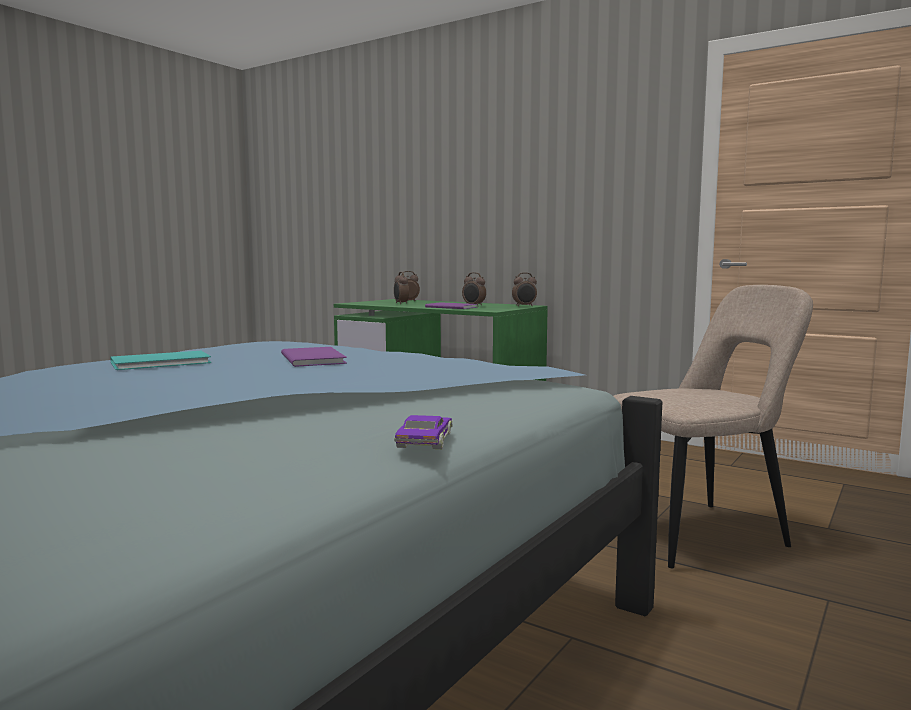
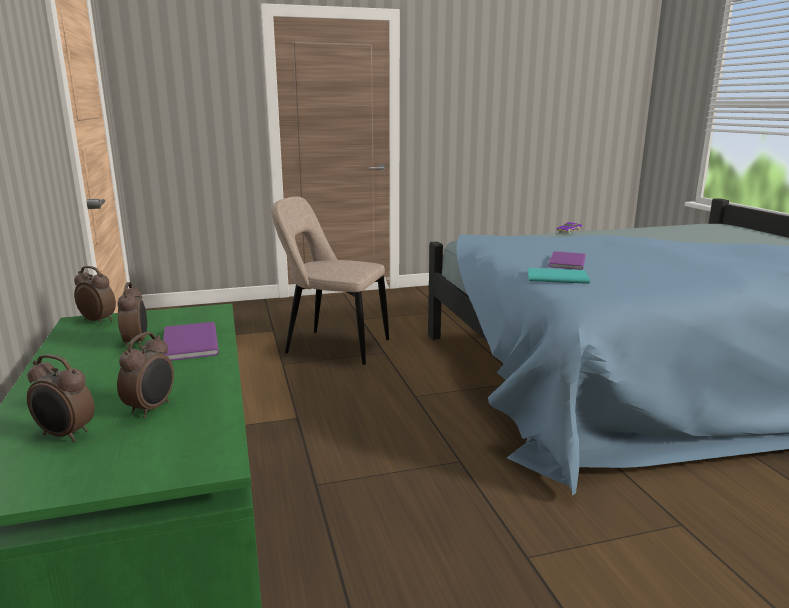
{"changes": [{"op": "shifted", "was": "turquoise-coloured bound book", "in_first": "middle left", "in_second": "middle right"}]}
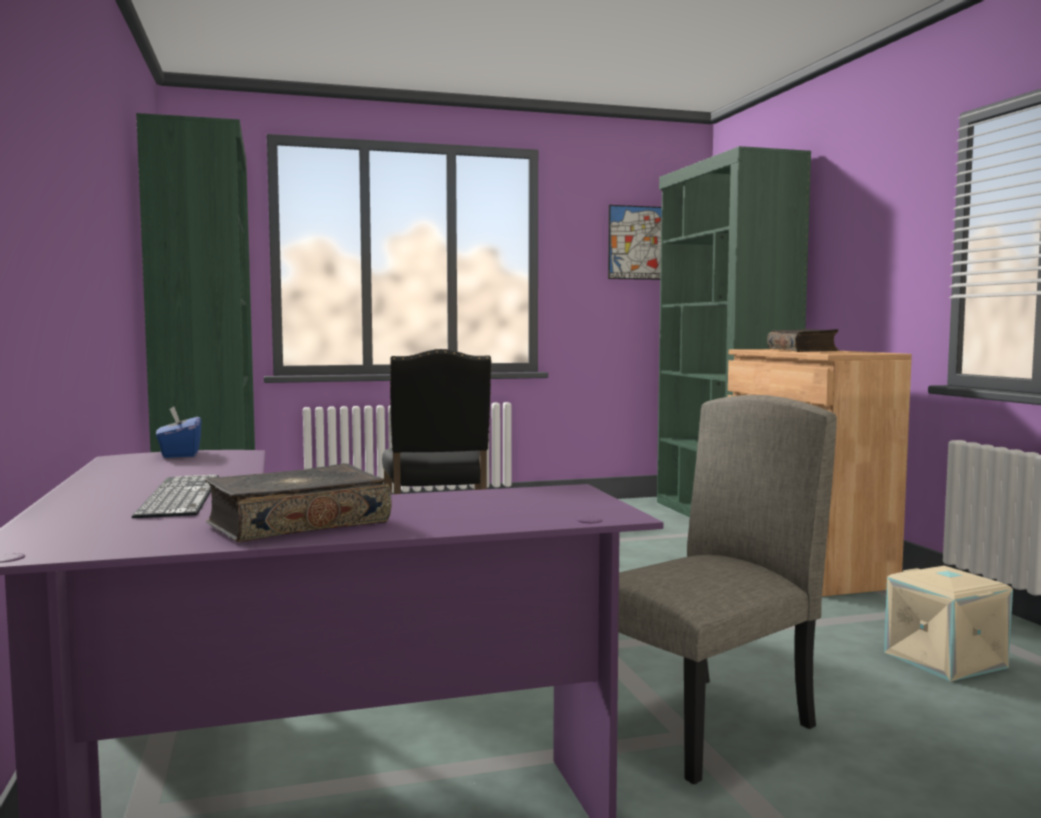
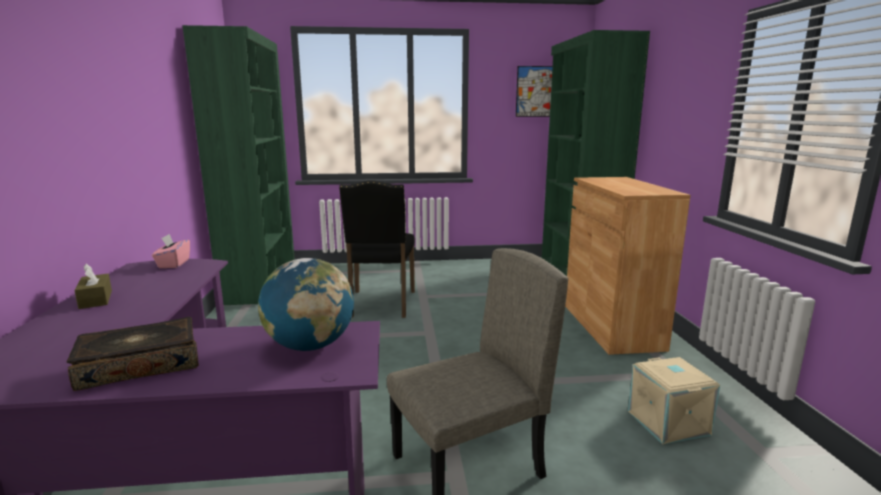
{"changes": [{"op": "new", "now": "brownish tissue box", "in_second": "middle left"}, {"op": "repainted", "was": "blue-coloured tissue box", "now": "pink-coloured tissue box", "in_first": "middle left", "in_second": "middle left"}, {"op": "new", "now": "world globe", "in_second": "centre"}, {"op": "gone", "was": "keyboard", "in_first": "middle left"}, {"op": "gone", "was": "bound book (no. 2 from left)", "in_first": "middle right"}]}
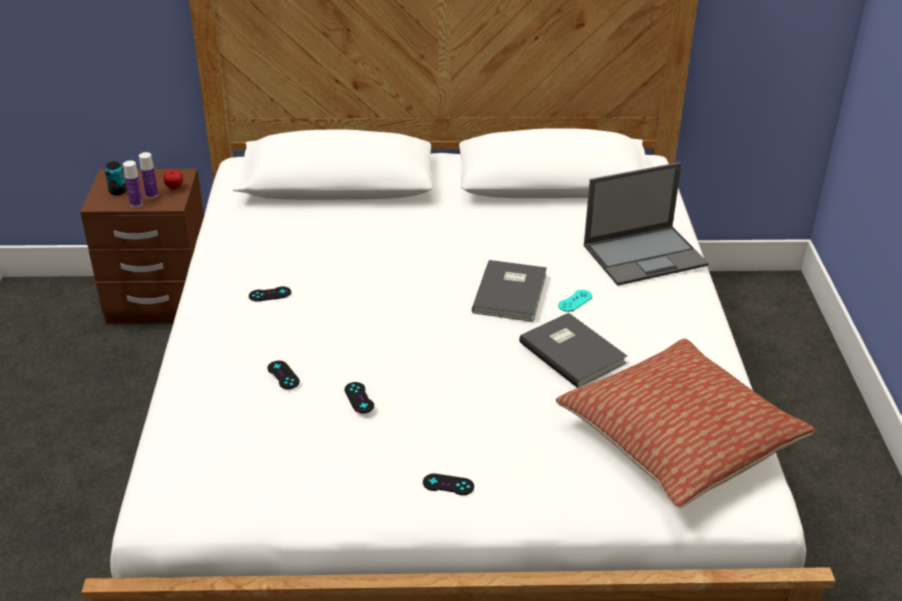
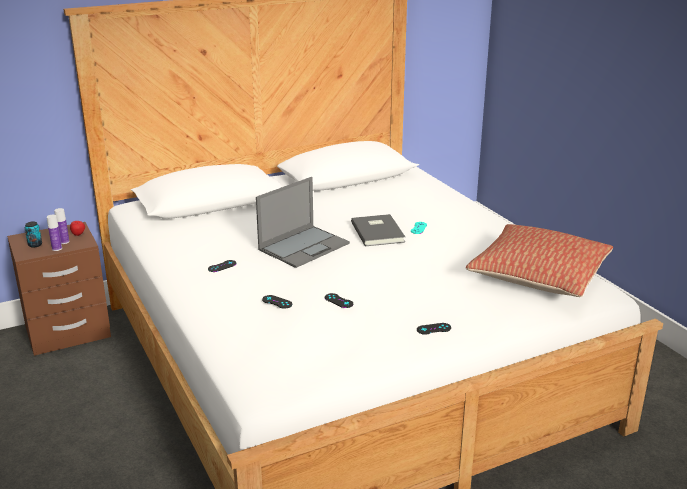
{"changes": [{"op": "shifted", "was": "portable computer", "in_first": "middle right", "in_second": "centre"}, {"op": "gone", "was": "greyish bound book (no. 2 from left)", "in_first": "centre"}]}
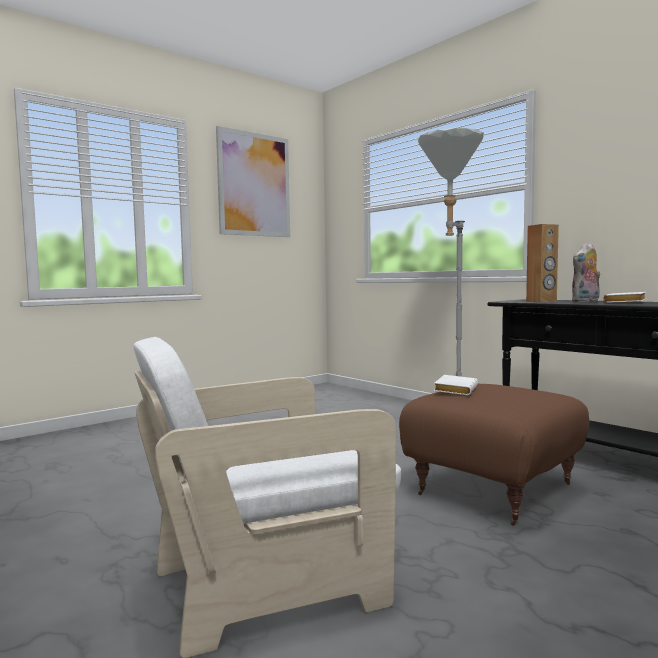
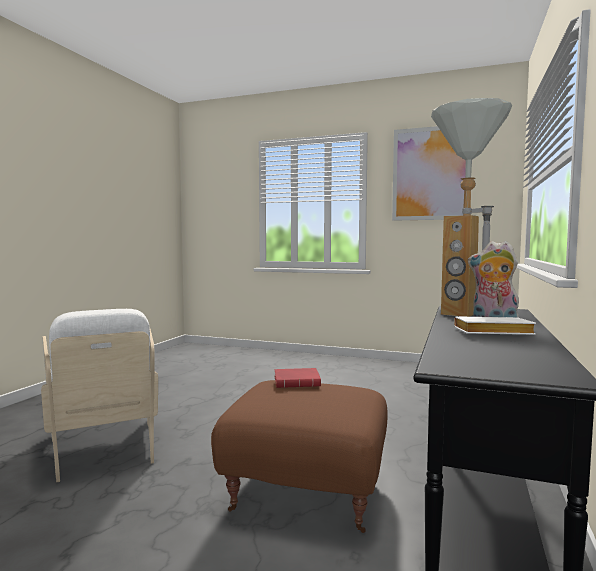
{"changes": [{"op": "rotated", "was": "white-coloured armchair", "in_first": "bottom centre", "in_second": "bottom left", "clockwise": -150}, {"op": "repainted", "was": "white-coloured bound book (no. 1 from left)", "now": "red bound book", "in_first": "middle right", "in_second": "centre"}]}
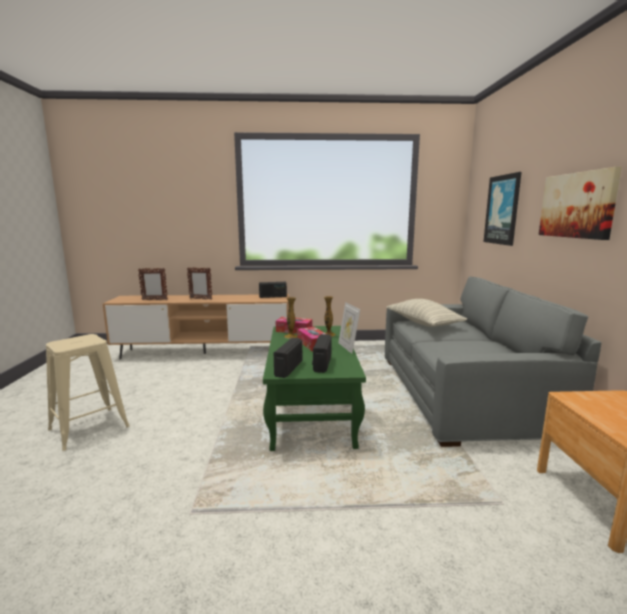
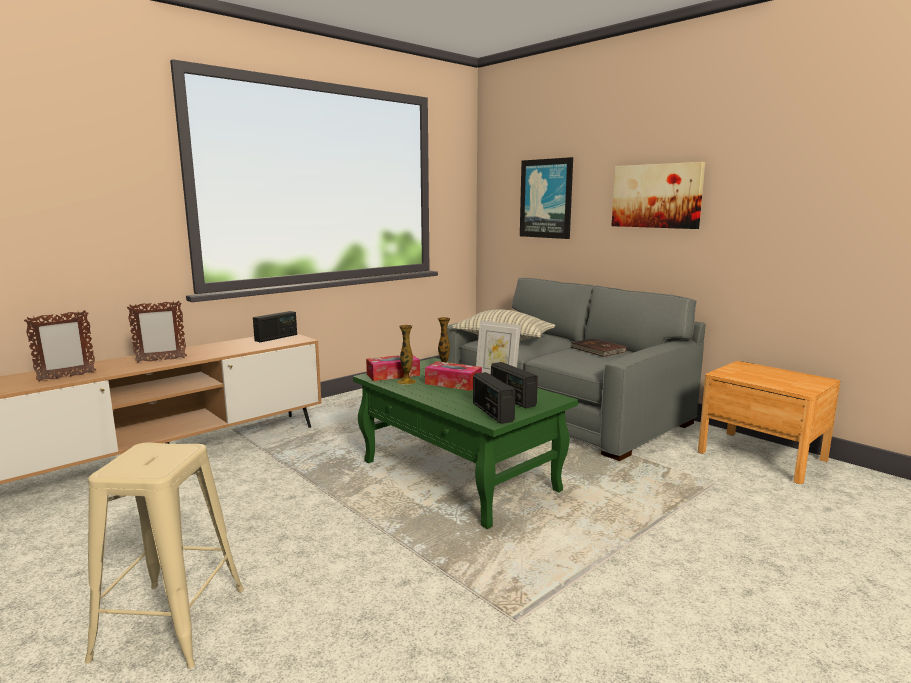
{"changes": [{"op": "new", "now": "brownish bound book", "in_second": "centre"}]}
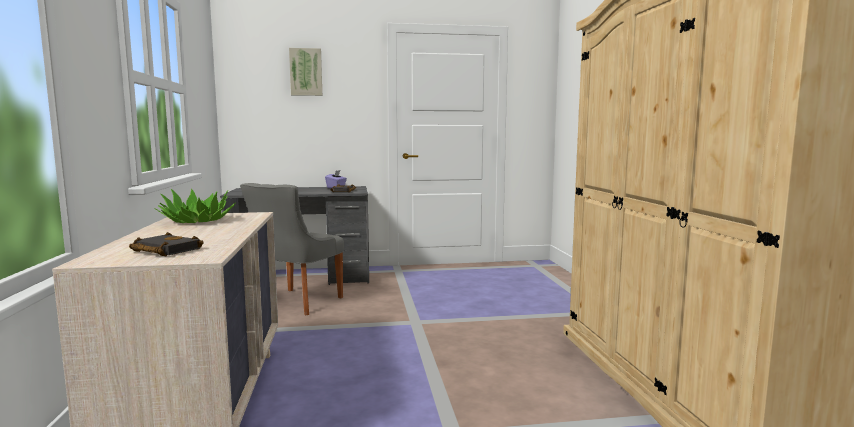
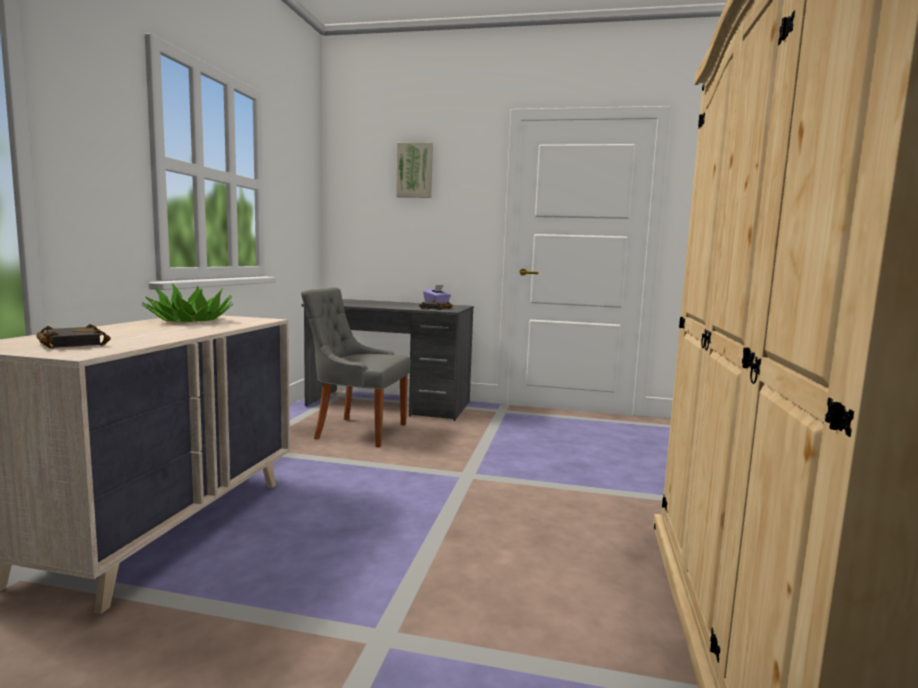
{"changes": [{"op": "rotated", "was": "greyish plain chair", "in_first": "centre", "in_second": "centre", "clockwise": 60}]}
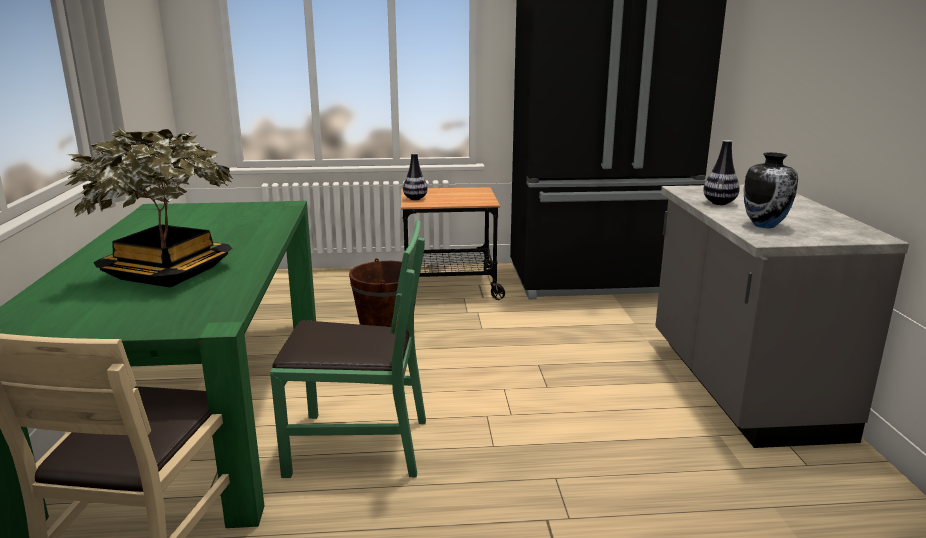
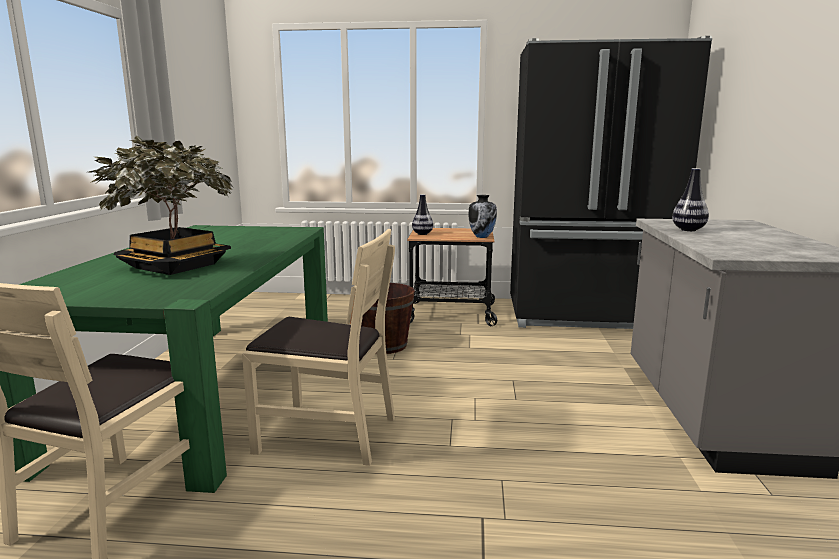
{"changes": [{"op": "repainted", "was": "green-coloured plain chair", "now": "sand-coloured plain chair (no. 2 from left)", "in_first": "centre", "in_second": "centre"}, {"op": "shifted", "was": "vase (no. 3 from left in the first image)", "now": "vase (no. 2 from left)", "in_first": "middle right", "in_second": "centre"}]}
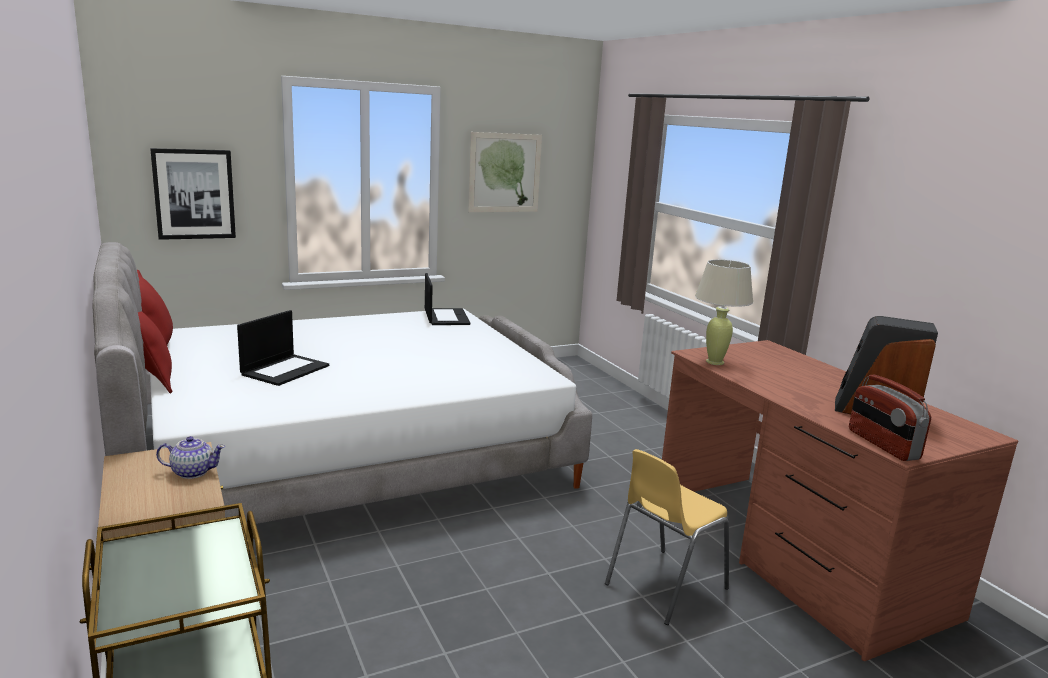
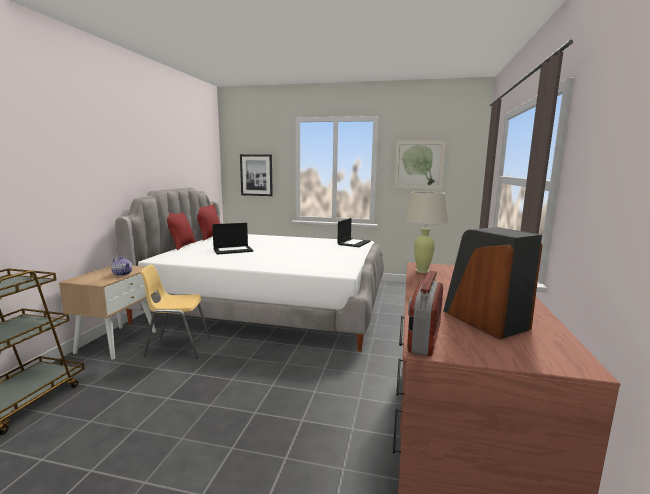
{"changes": [{"op": "shifted", "was": "yellow-coloured plain chair", "in_first": "bottom centre", "in_second": "middle left"}]}
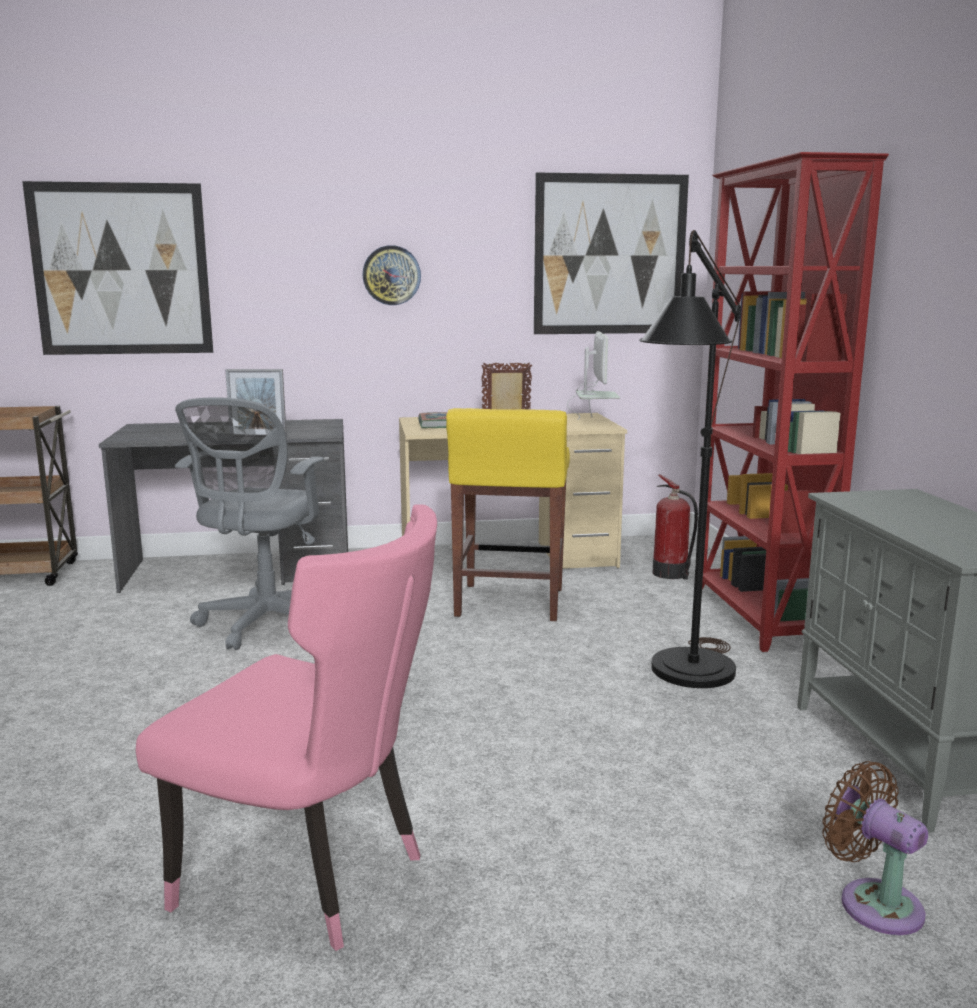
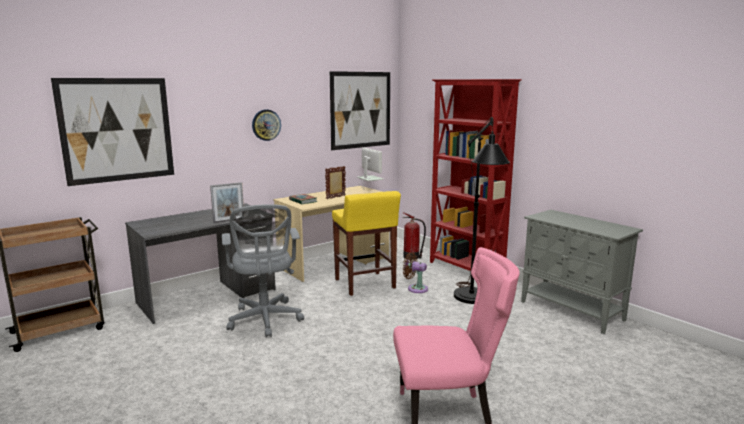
{"changes": [{"op": "shifted", "was": "brownish fan", "in_first": "bottom right", "in_second": "centre"}]}
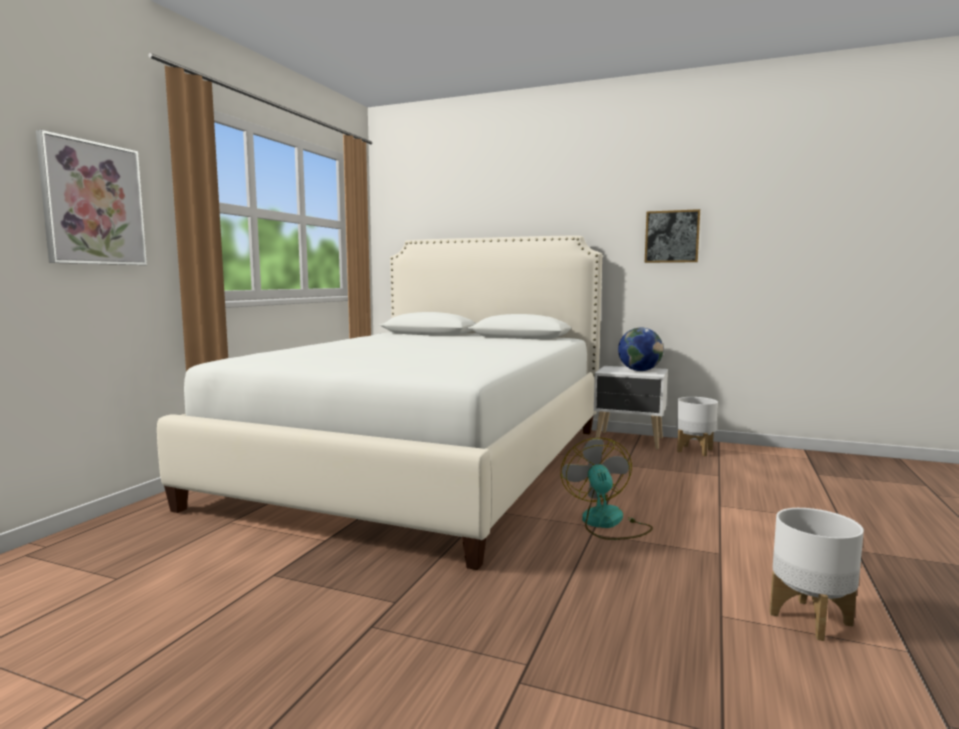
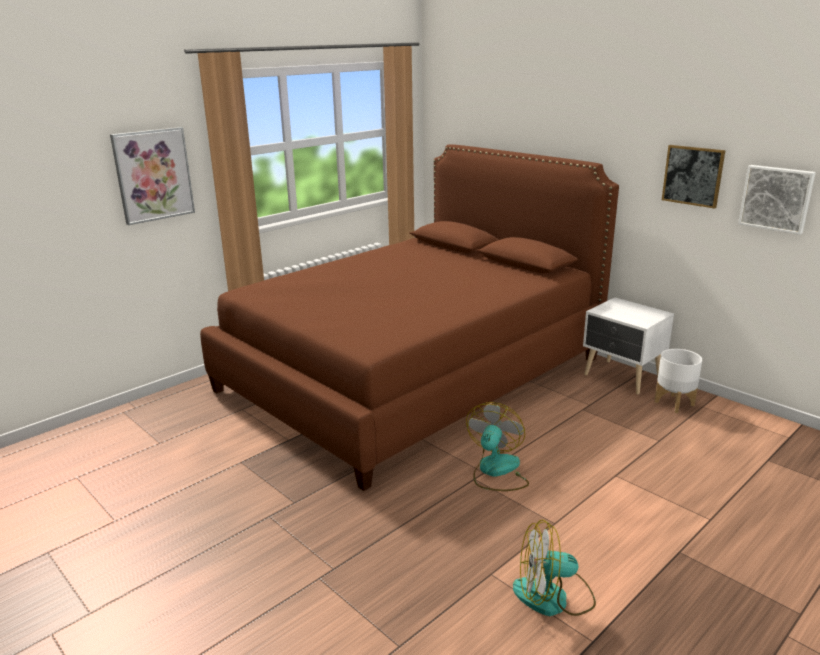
{"changes": [{"op": "repainted", "was": "white-coloured sleeping bed", "now": "brownish sleeping bed", "in_first": "centre", "in_second": "centre"}, {"op": "swapped", "was": "white-coloured plant pot (no. 2 from left)", "now": "fan (no. 2 from left)", "in_first": "bottom right", "in_second": "bottom right"}, {"op": "new", "now": "wall picture (no. 3 from left)", "in_second": "top right"}, {"op": "gone", "was": "world globe", "in_first": "middle right"}]}
